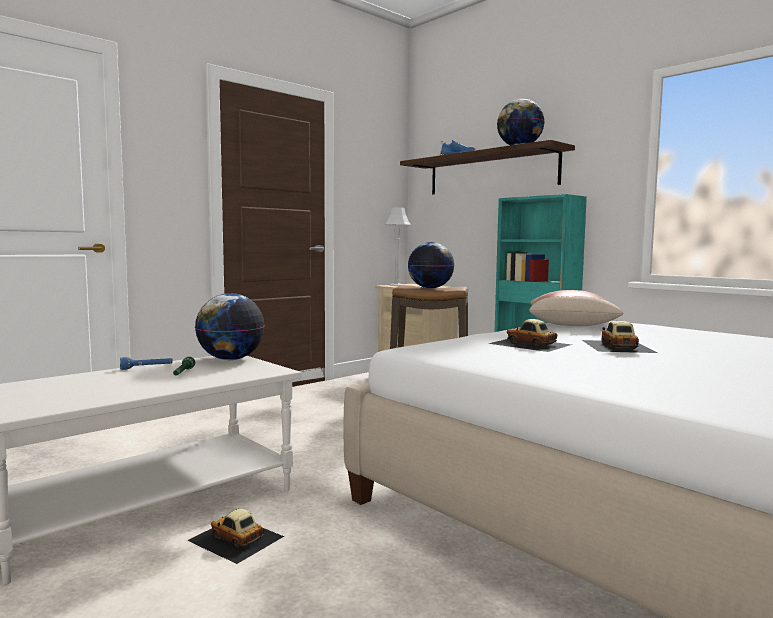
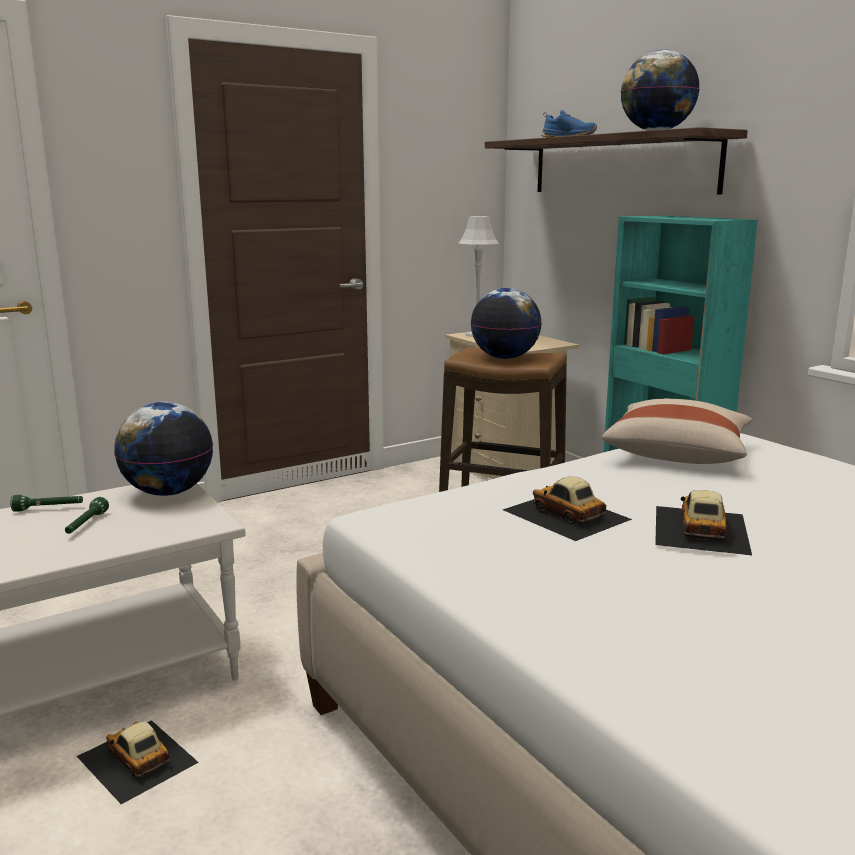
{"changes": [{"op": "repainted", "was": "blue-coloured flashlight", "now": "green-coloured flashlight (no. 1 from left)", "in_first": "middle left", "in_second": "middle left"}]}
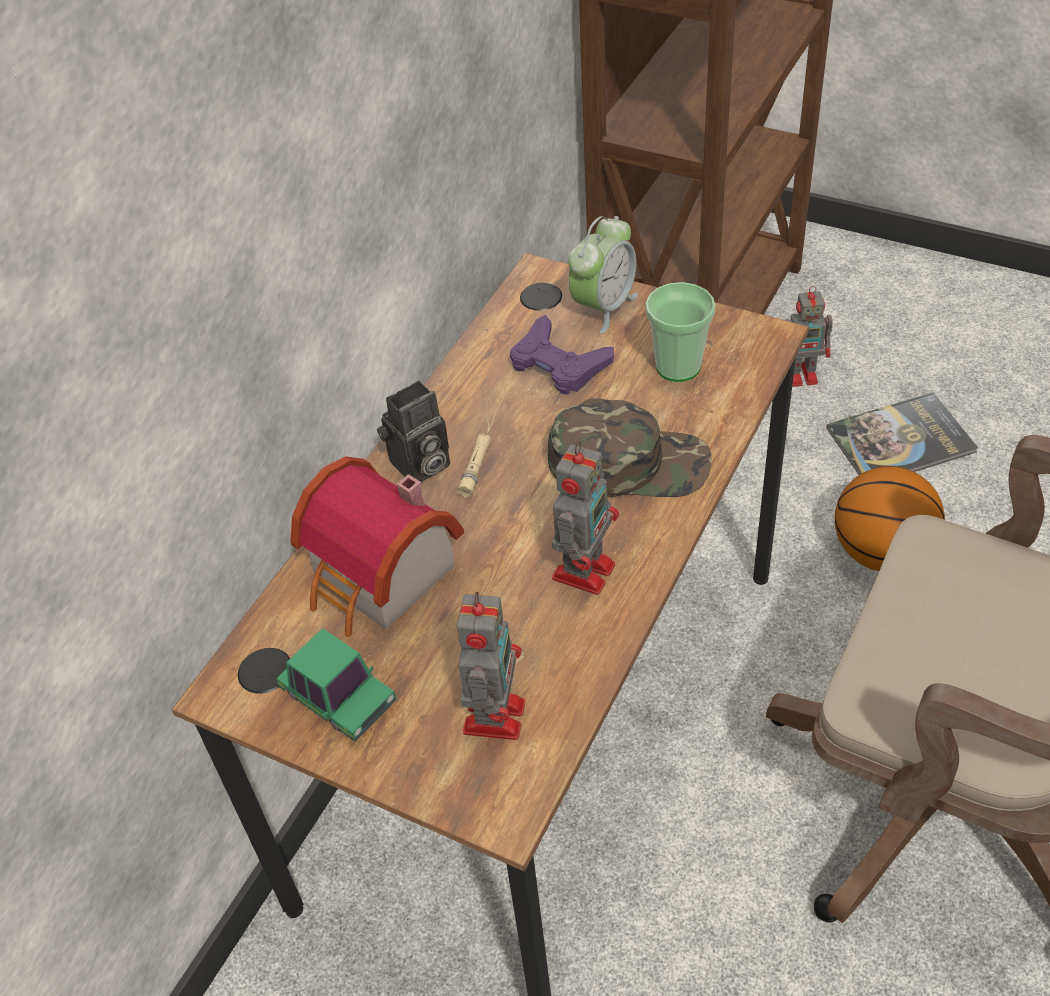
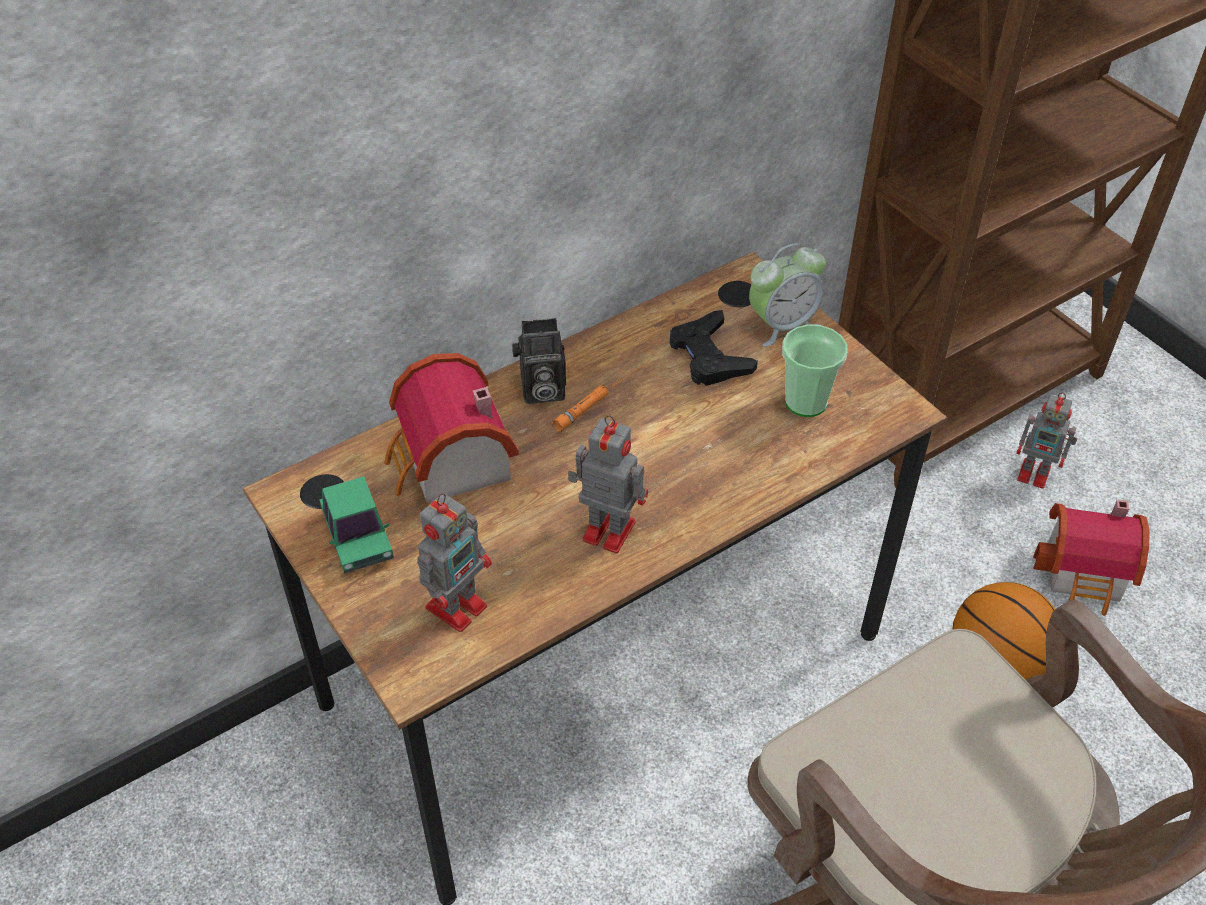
{"changes": [{"op": "repainted", "was": "sand-coloured flashlight", "now": "orangey flashlight", "in_first": "centre", "in_second": "centre"}, {"op": "rotated", "was": "toy robot (no. 2 from left)", "in_first": "centre", "in_second": "centre", "clockwise": -120}, {"op": "repainted", "was": "purple gamepad", "now": "blackish gamepad", "in_first": "centre", "in_second": "centre"}, {"op": "swapped", "was": "bound book", "now": "toy house (no. 2 from left)", "in_first": "middle right", "in_second": "middle right"}, {"op": "gone", "was": "green-coloured cap", "in_first": "centre"}]}
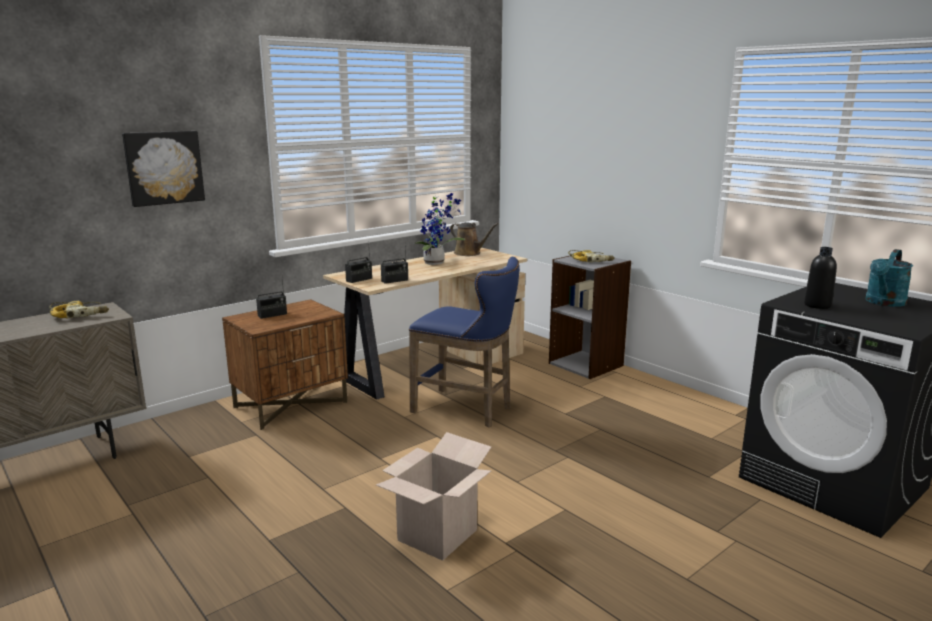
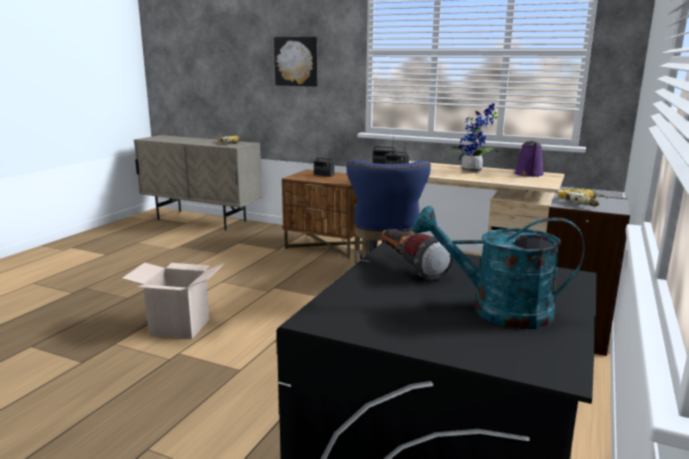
{"changes": [{"op": "swapped", "was": "blackish beverage bottle", "now": "flashlight", "in_first": "middle right", "in_second": "centre"}, {"op": "repainted", "was": "brownish sprinkling can", "now": "purple sprinkling can", "in_first": "centre", "in_second": "middle right"}]}
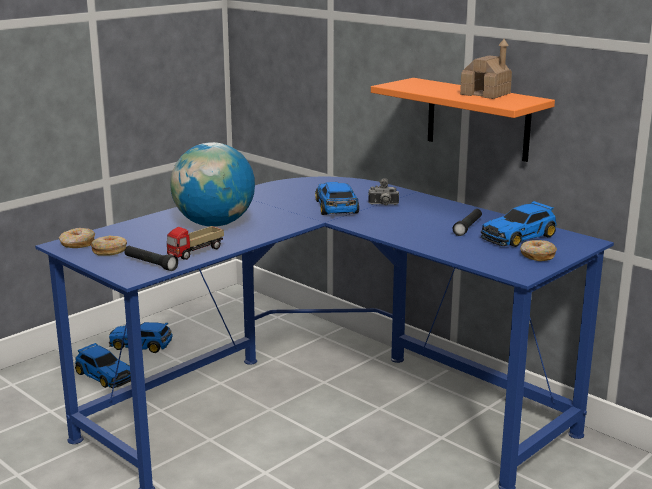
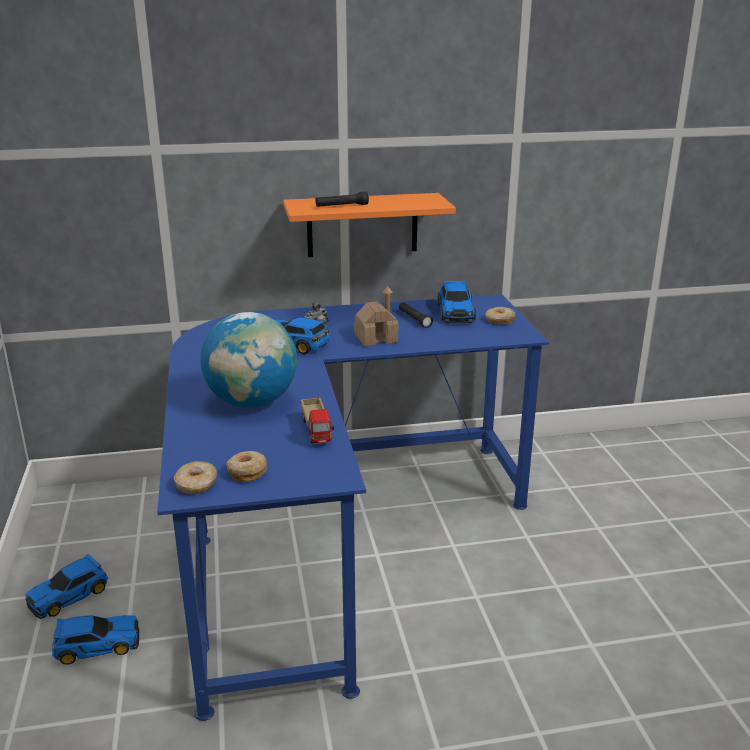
{"changes": [{"op": "shifted", "was": "blackish flashlight (no. 1 from left)", "in_first": "middle left", "in_second": "top centre"}, {"op": "shifted", "was": "toy house", "in_first": "top right", "in_second": "centre"}]}
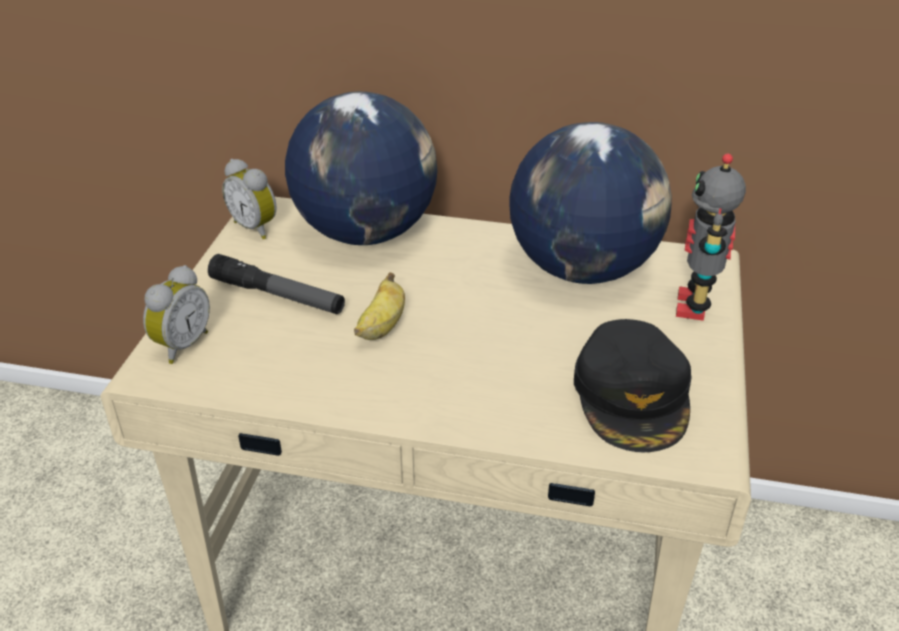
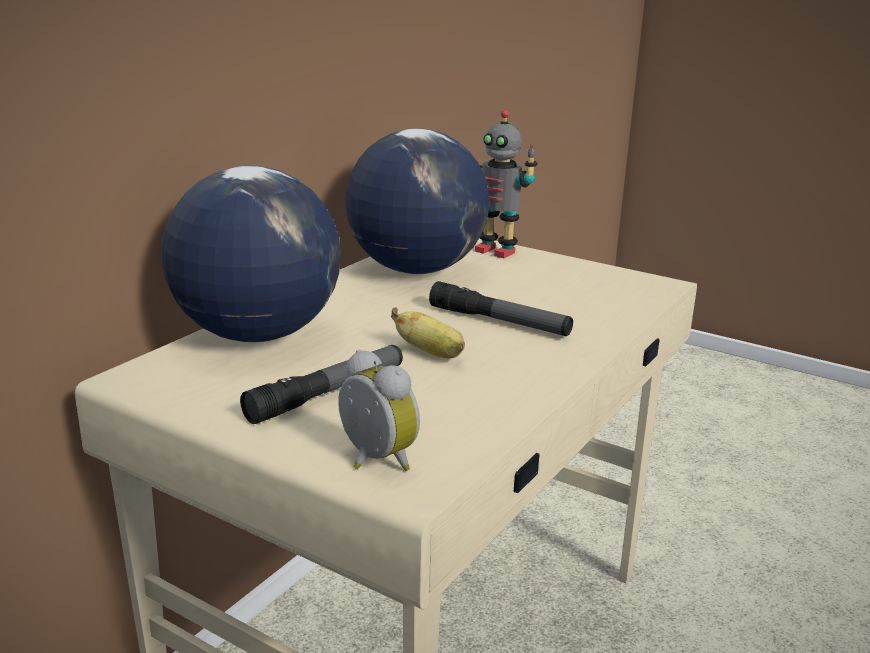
{"changes": [{"op": "new", "now": "flashlight (no. 2 from left)", "in_second": "centre"}, {"op": "gone", "was": "alarm clock (no. 2 from left)", "in_first": "top left"}, {"op": "gone", "was": "blackish cap", "in_first": "middle right"}]}
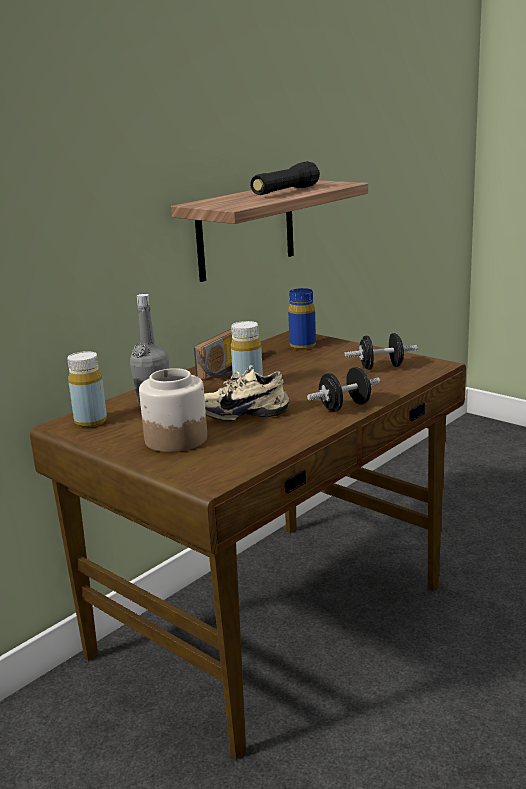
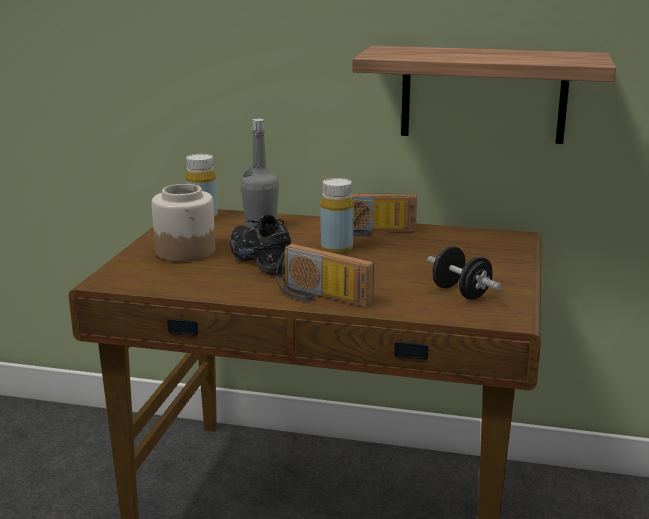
{"changes": [{"op": "repainted", "was": "sand-coloured low shoe", "now": "blackish low shoe", "in_first": "centre", "in_second": "centre"}, {"op": "swapped", "was": "blackish dumbbell (no. 1 from left)", "now": "radio receiver (no. 1 from left)", "in_first": "centre", "in_second": "centre"}, {"op": "gone", "was": "blackish flashlight", "in_first": "top centre"}, {"op": "gone", "was": "blue-coloured beverage bottle", "in_first": "centre"}]}
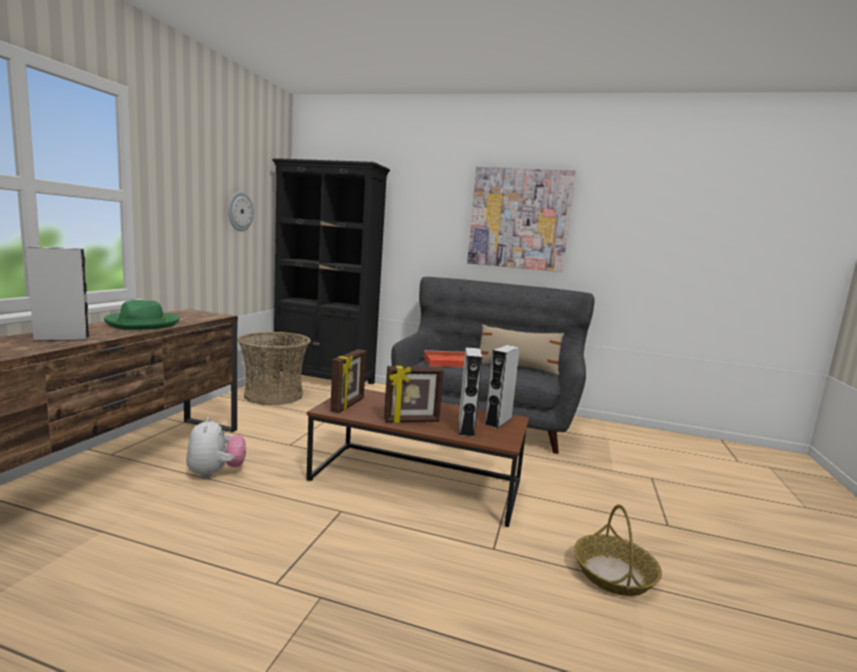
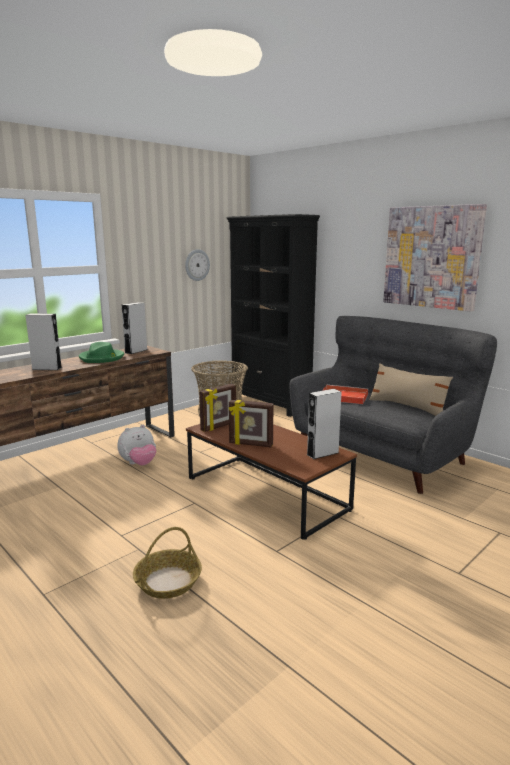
{"changes": [{"op": "rotated", "was": "cuddly toy", "in_first": "bottom left", "in_second": "middle left", "clockwise": 45}, {"op": "shifted", "was": "greyish audio speaker (no. 2 from left)", "in_first": "centre", "in_second": "middle left"}, {"op": "shifted", "was": "basket (no. 2 from left in the first image)", "now": "basket (no. 1 from left)", "in_first": "bottom right", "in_second": "bottom left"}]}
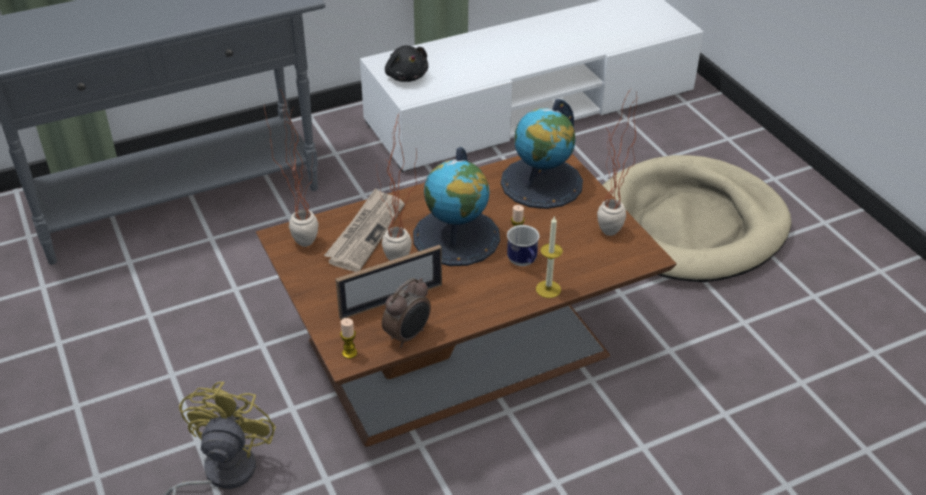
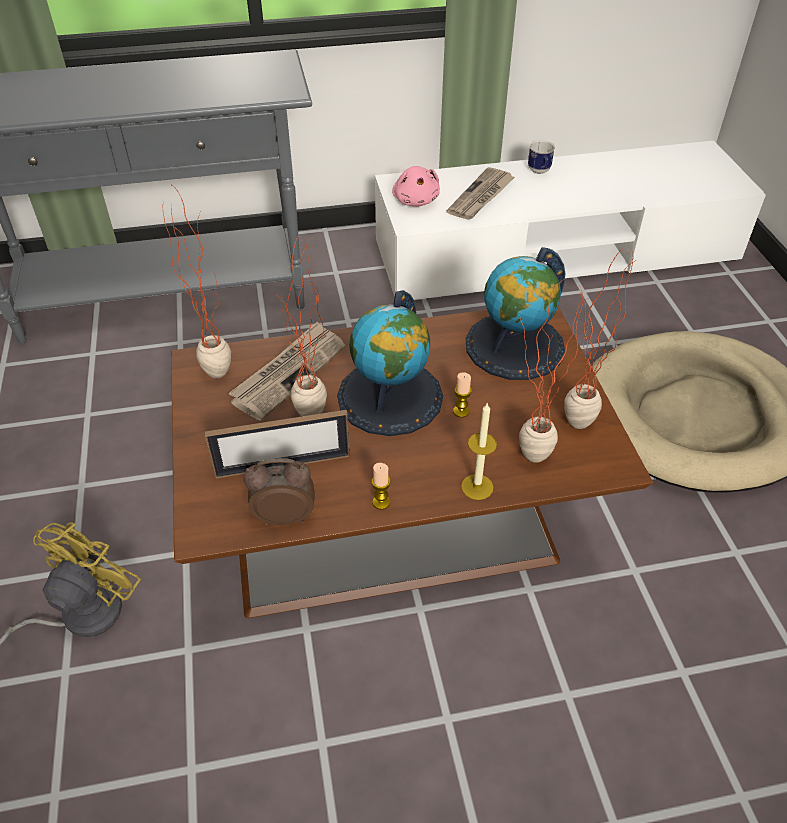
{"changes": [{"op": "rotated", "was": "alarm clock", "in_first": "centre", "in_second": "centre", "clockwise": -150}, {"op": "shifted", "was": "wax light (no. 1 from left)", "in_first": "bottom centre", "in_second": "centre"}, {"op": "repainted", "was": "blackish cuddly toy", "now": "pink-coloured cuddly toy", "in_first": "top centre", "in_second": "top centre"}, {"op": "new", "now": "printed paper (no. 2 from left)", "in_second": "top centre"}, {"op": "new", "now": "houseplant (no. 3 from left)", "in_second": "middle right"}, {"op": "shifted", "was": "mug", "in_first": "centre", "in_second": "top right"}]}
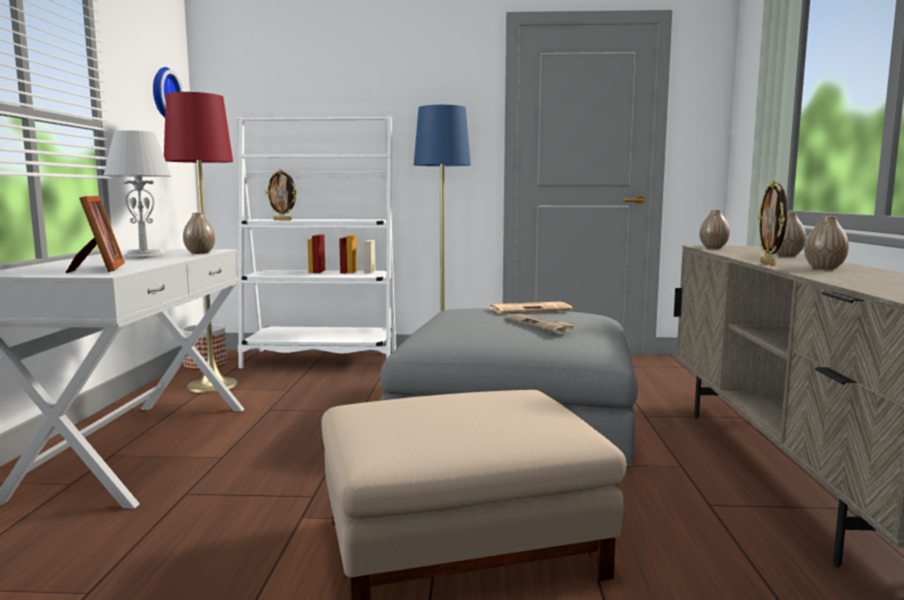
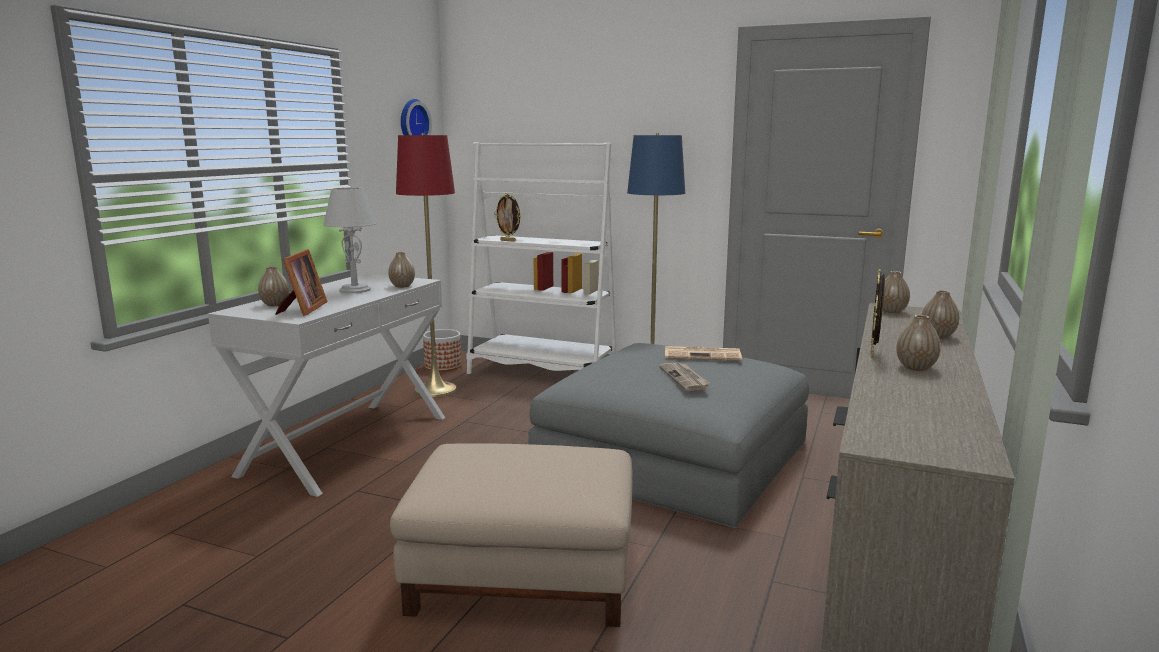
{"changes": [{"op": "new", "now": "vase (no. 1 from left)", "in_second": "middle left"}]}
